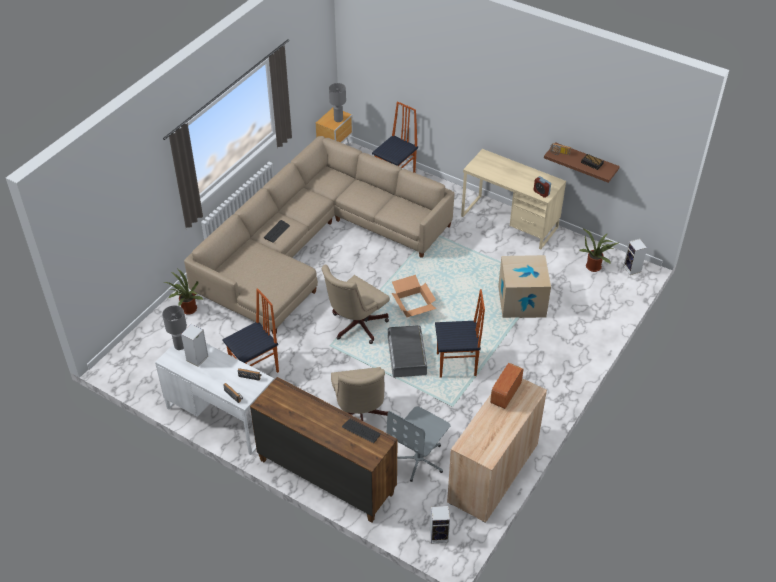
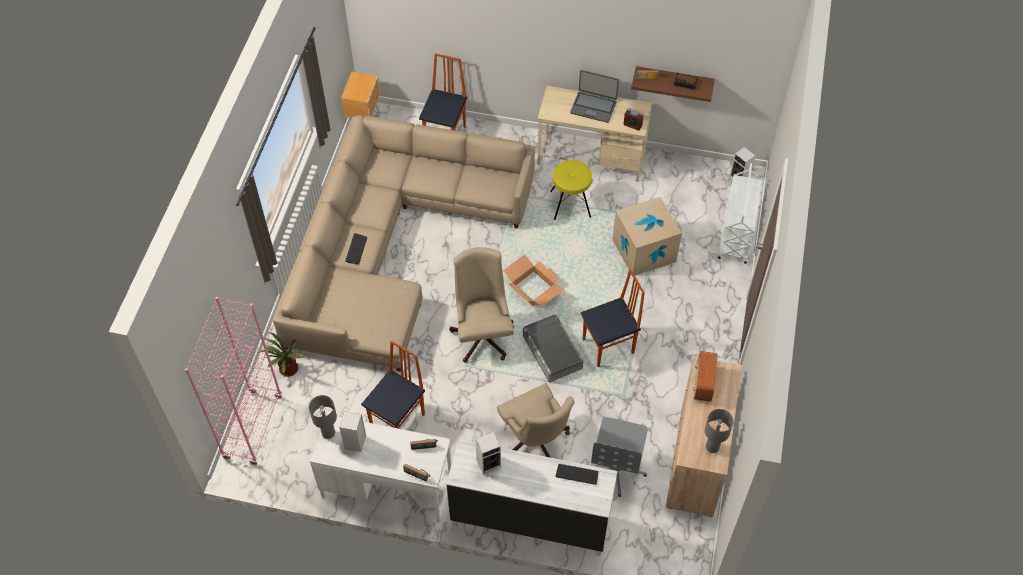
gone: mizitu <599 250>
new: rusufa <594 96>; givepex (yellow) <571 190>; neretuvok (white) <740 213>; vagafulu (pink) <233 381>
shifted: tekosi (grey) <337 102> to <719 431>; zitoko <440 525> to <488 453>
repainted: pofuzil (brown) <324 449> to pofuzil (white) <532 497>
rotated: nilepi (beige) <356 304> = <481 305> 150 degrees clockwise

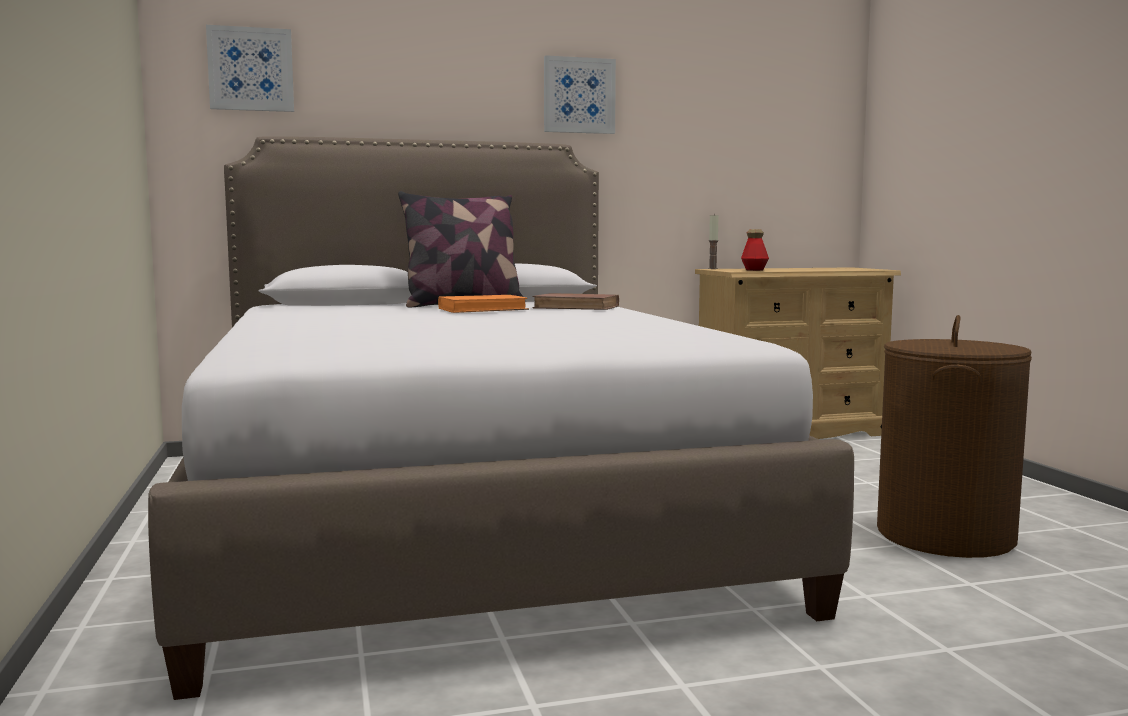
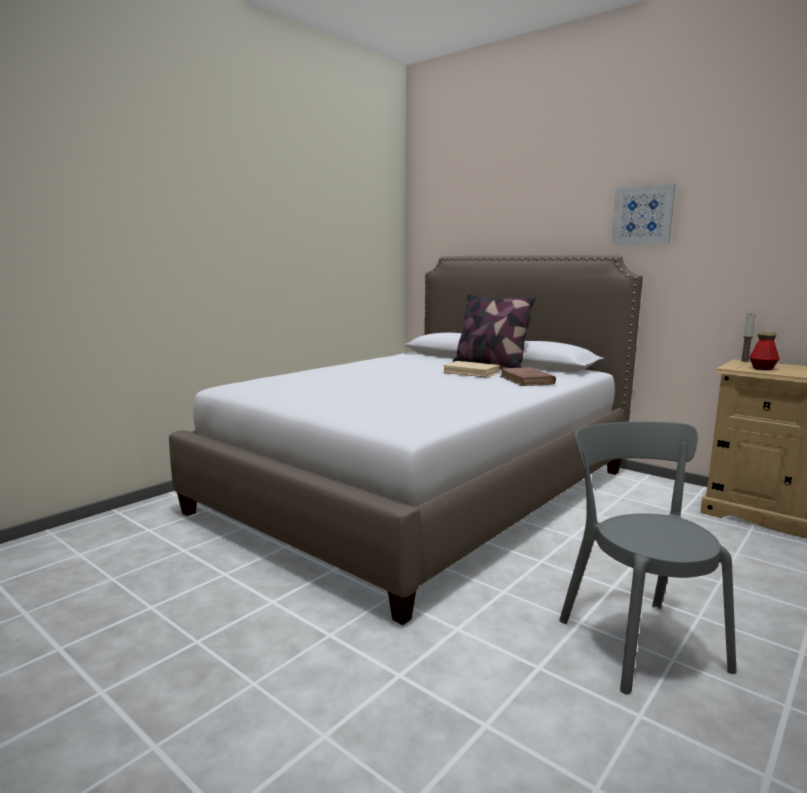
gone: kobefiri <250 68>
swapped: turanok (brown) <954 436> to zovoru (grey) <647 558>
repainted: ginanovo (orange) <483 304> to ginanovo (beige) <471 369>

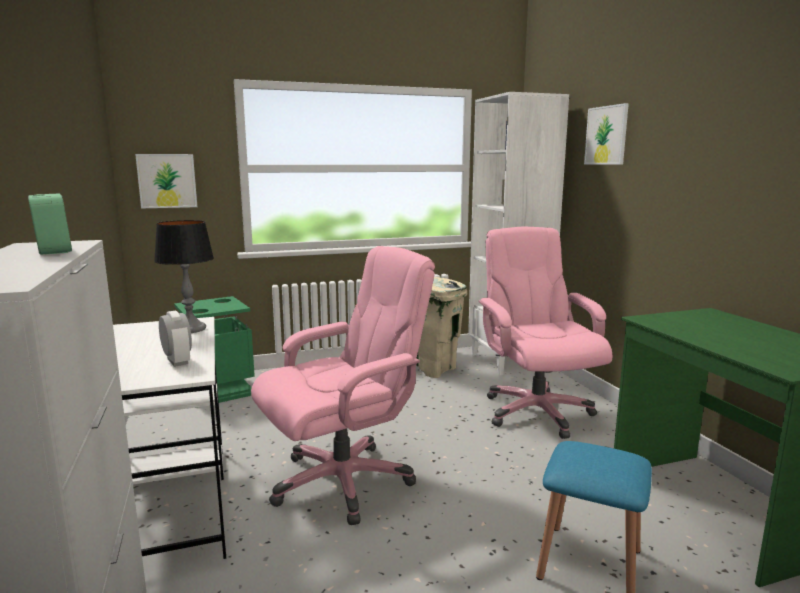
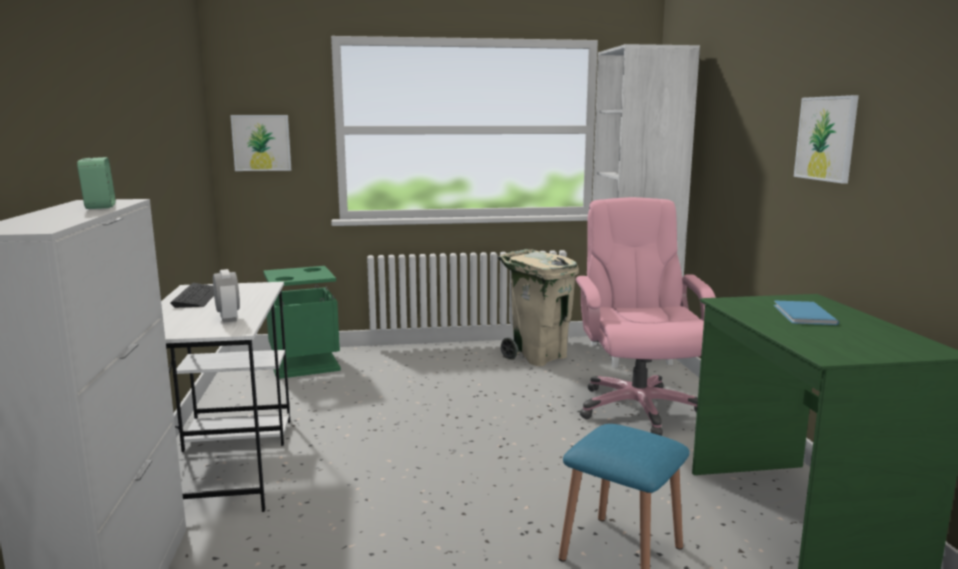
gone: tekosi <184 276>; nilepi (pink) <343 385>
new: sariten <192 295>; ginanovo (blue) <806 313>
shifted: kobefiri <606 134> to <826 139>

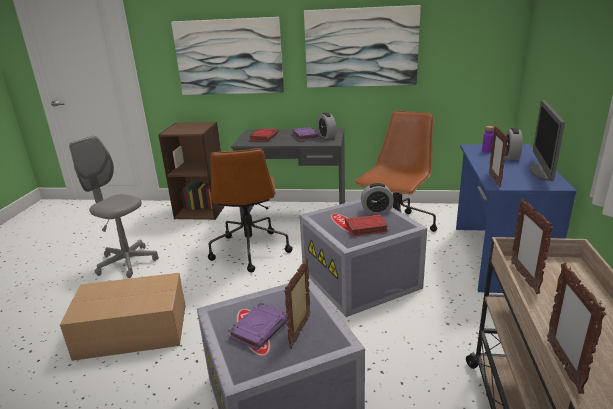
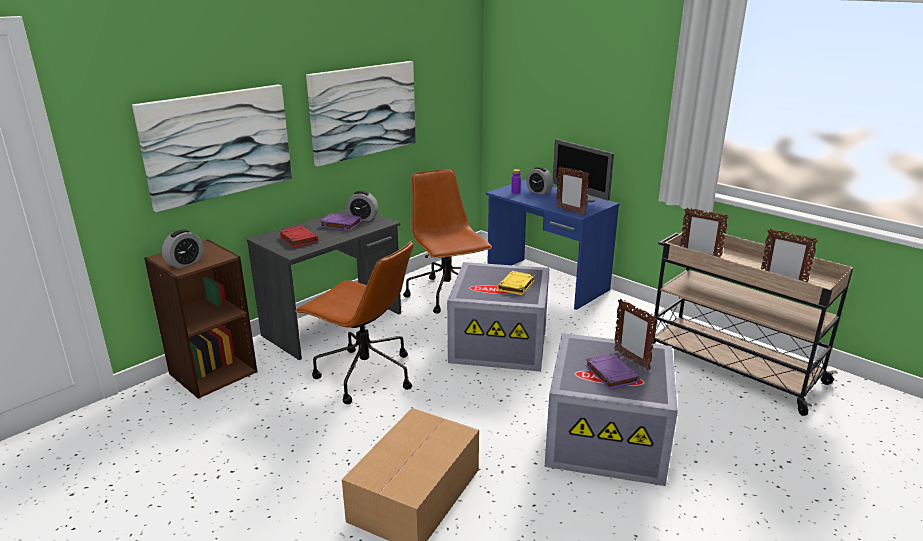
gone: nilepi (grey) <114 207>
shifted: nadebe <377 198> to <182 249>
repainted: ginanovo (red) <367 225> to ginanovo (yellow) <516 283>

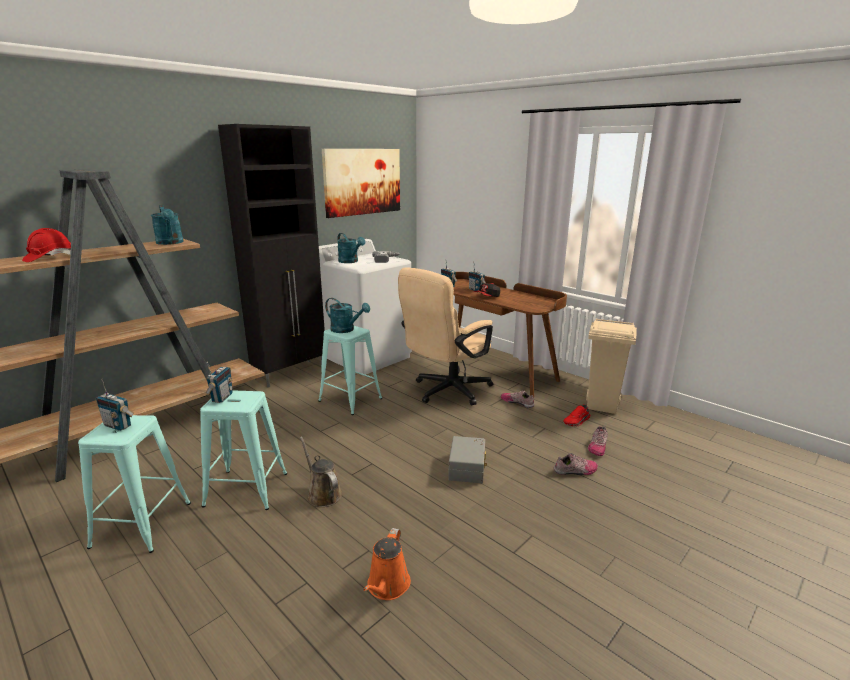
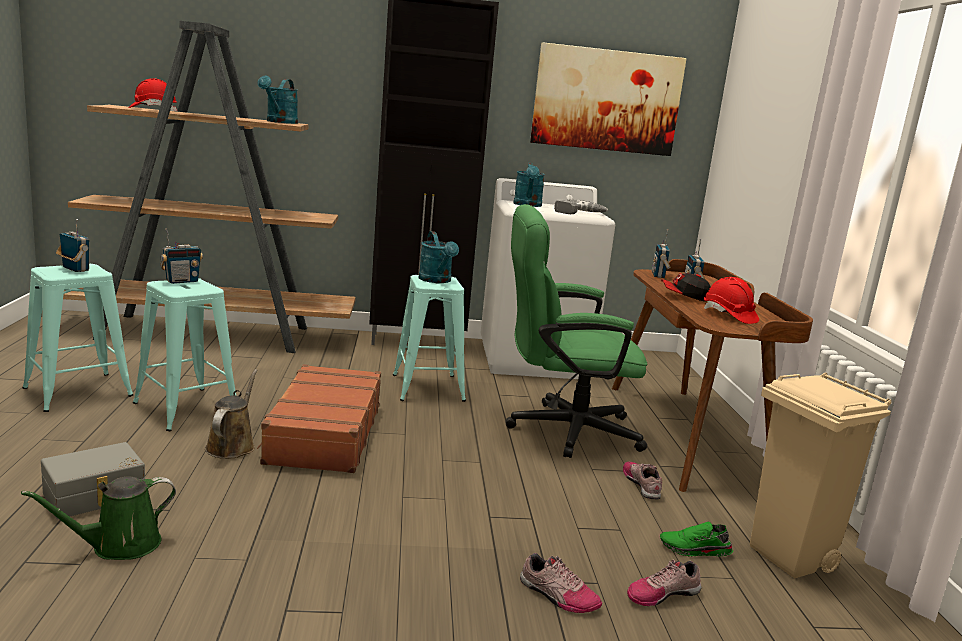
new: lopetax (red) <731 300>; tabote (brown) <319 418>
shifted: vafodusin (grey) <467 459> to <93 480>
repainted: nilepi (beige) <445 336> to nilepi (green) <576 331>; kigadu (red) <576 415> to kigadu (green) <696 539>; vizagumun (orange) <387 564> to vizagumun (green) <98 518>
rotated: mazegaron <115 404> = <72 245> 150 degrees clockwise

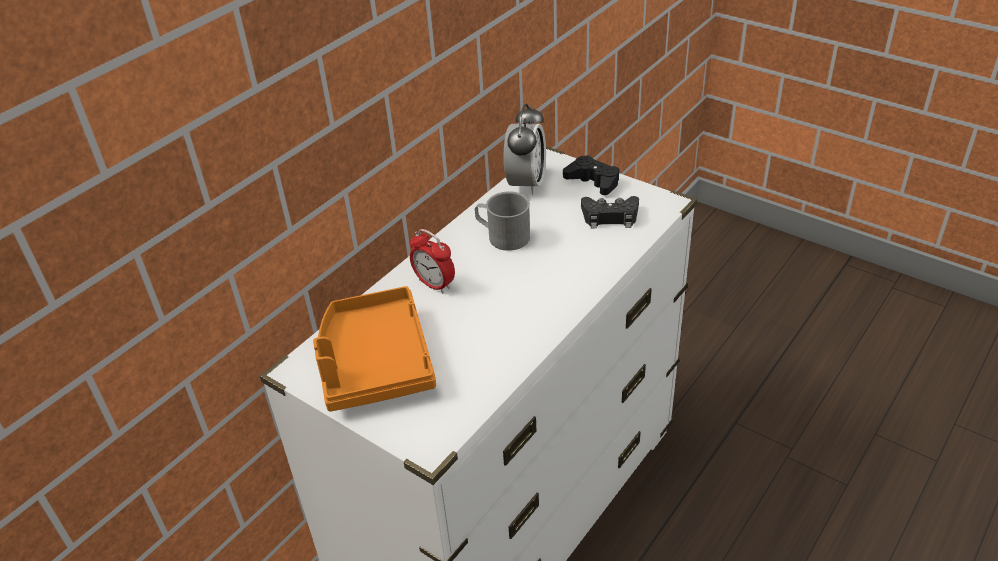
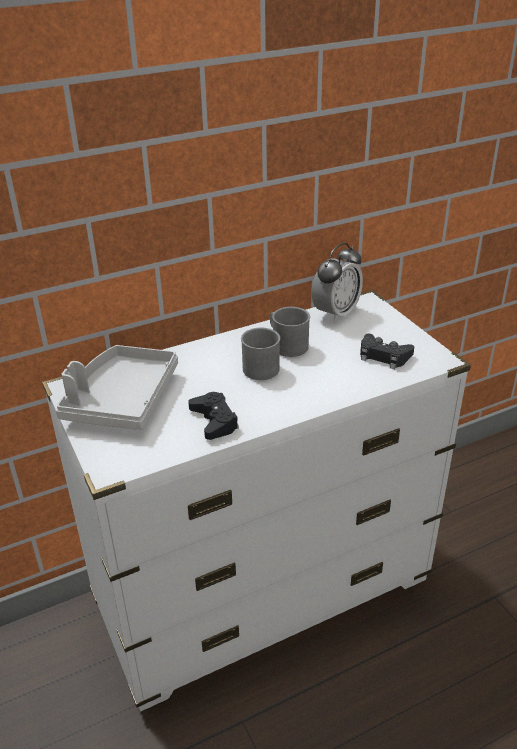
gone: nadebe <432 261>
new: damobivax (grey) <260 354>
shifted: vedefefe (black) <591 175> to <213 416>
repainted: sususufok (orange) <374 349> to sususufok (grey) <117 387>

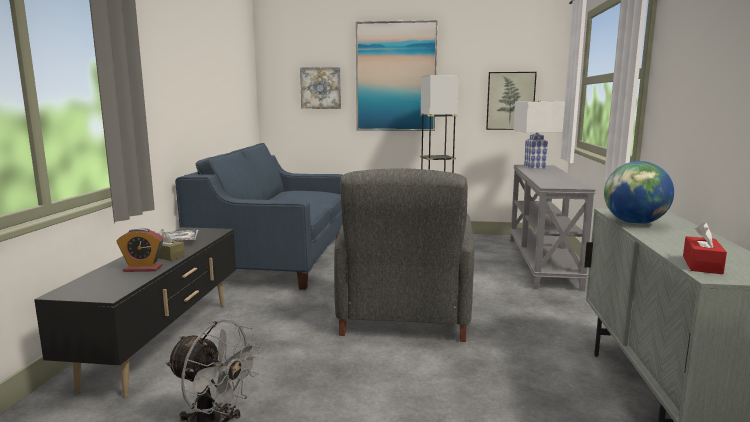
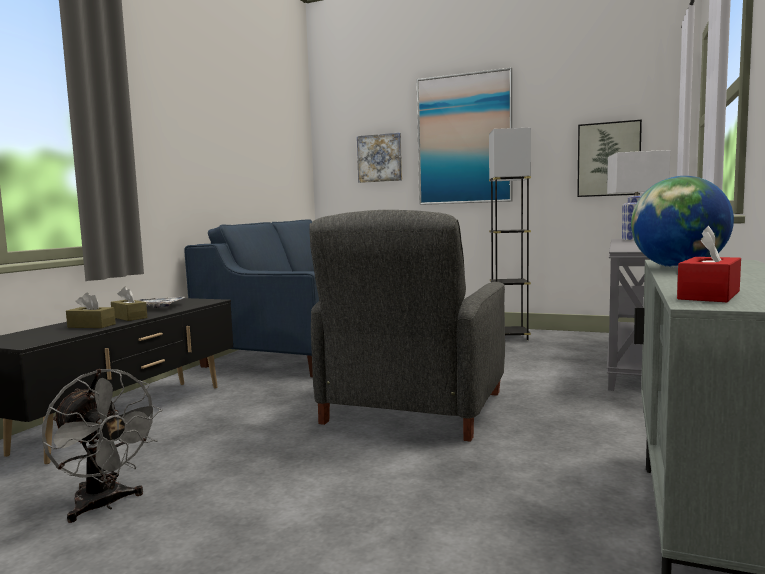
swapped: nadebe <140 250> to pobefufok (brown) <91 310>

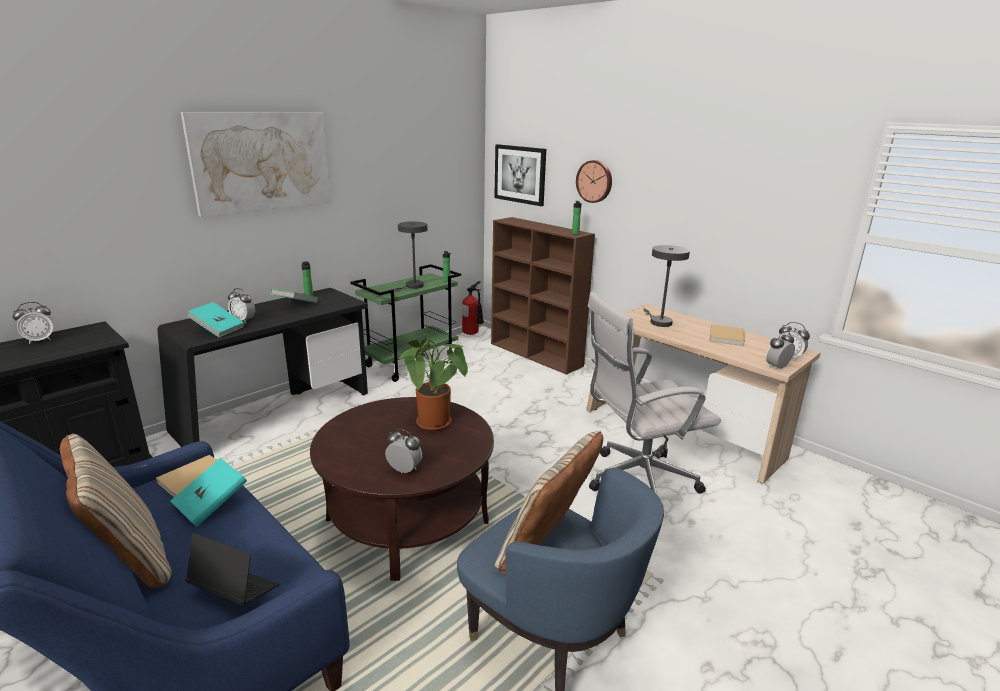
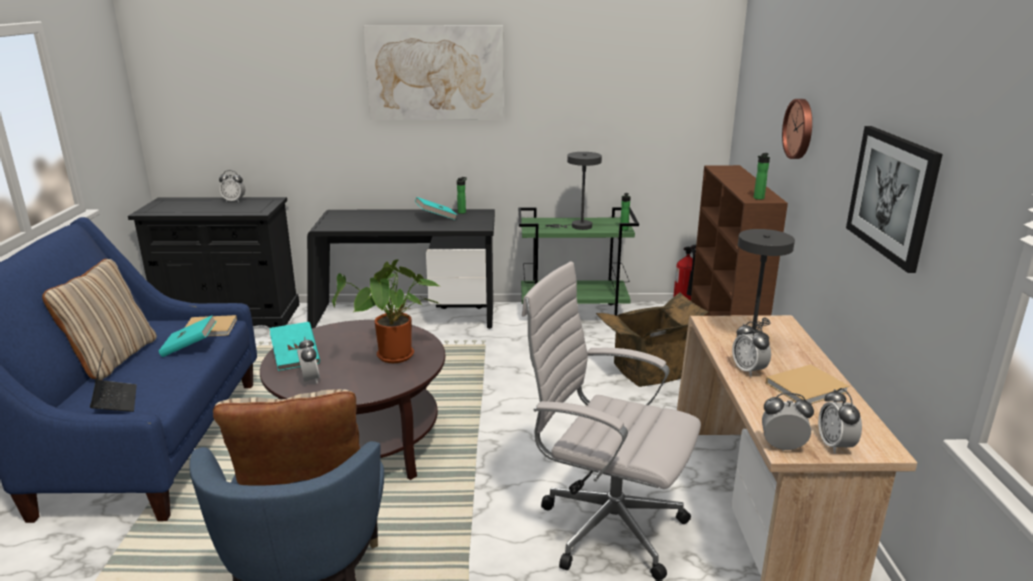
new: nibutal <652 339>
shifted: kobefiri <520 175> to <894 199>; nadebe <241 305> to <751 349>; ginanovo (turquoise) <216 319> to <294 346>

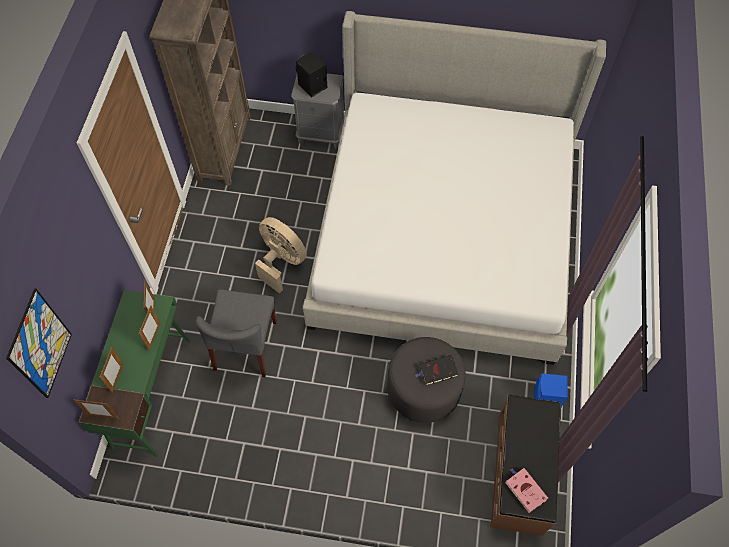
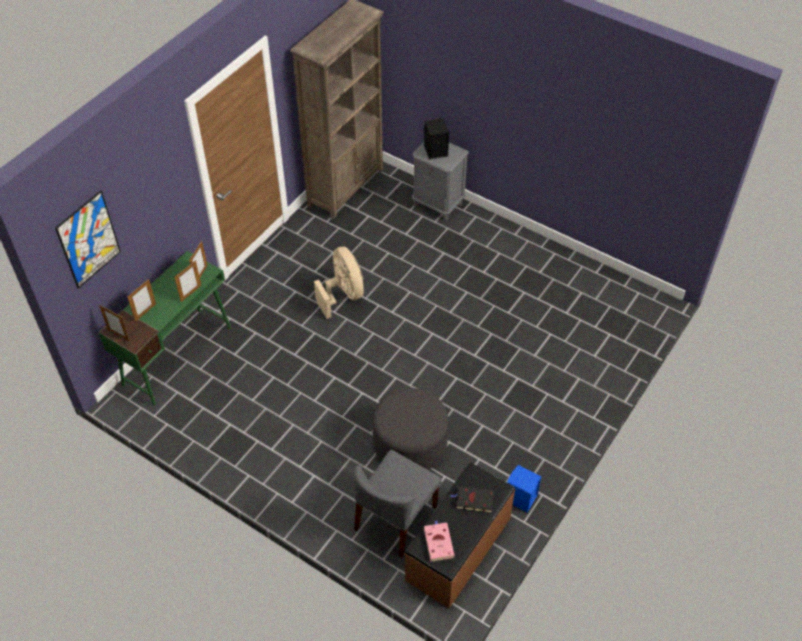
gone: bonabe <454 188>
shifted: zovoru (grey) <236 333> to <397 504>; ginanovo (black) <437 370> to <472 499>

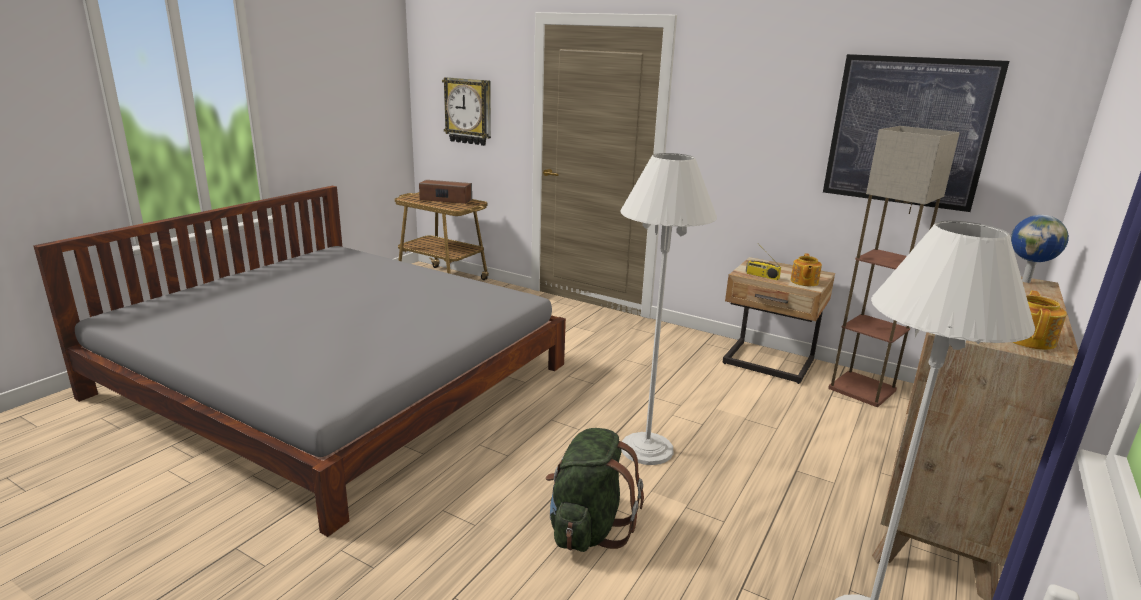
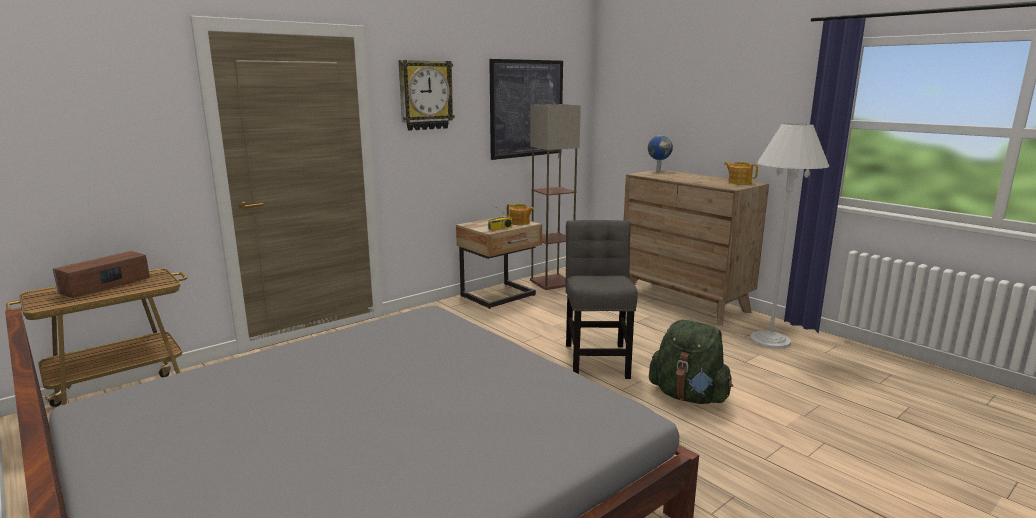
shifted: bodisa <466 111> to <427 95>
swapped: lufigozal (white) <668 309> to zovoru (grey) <602 299>

